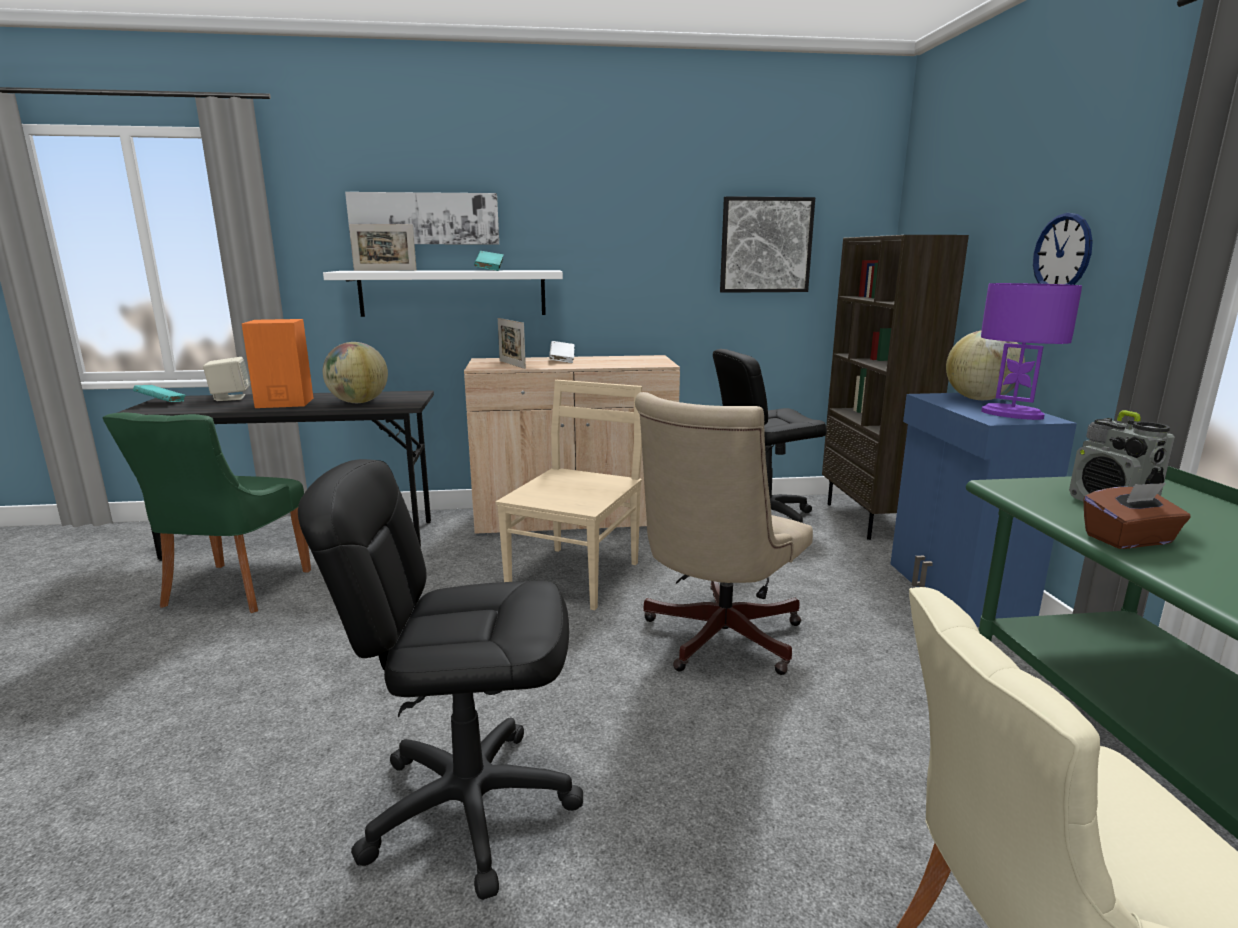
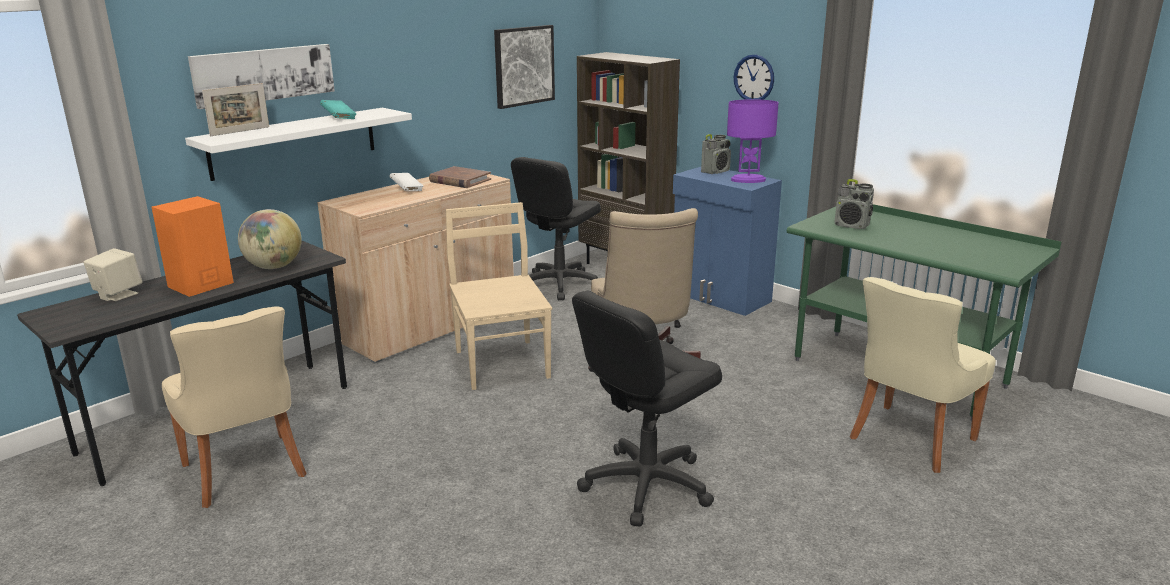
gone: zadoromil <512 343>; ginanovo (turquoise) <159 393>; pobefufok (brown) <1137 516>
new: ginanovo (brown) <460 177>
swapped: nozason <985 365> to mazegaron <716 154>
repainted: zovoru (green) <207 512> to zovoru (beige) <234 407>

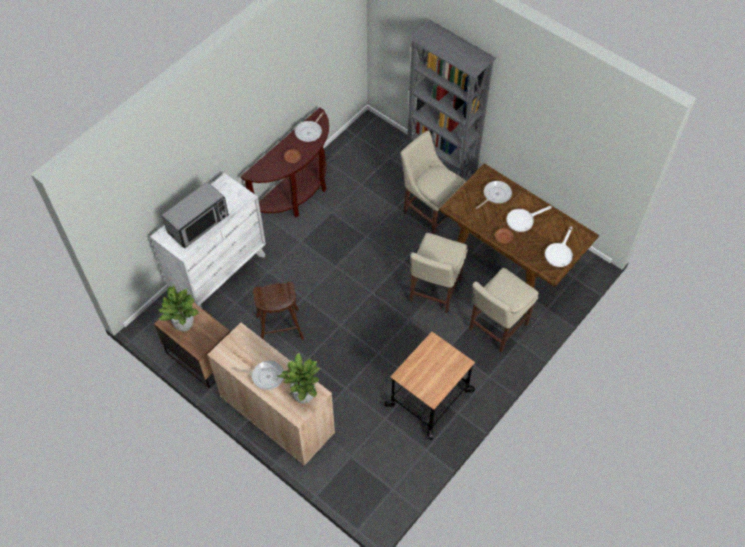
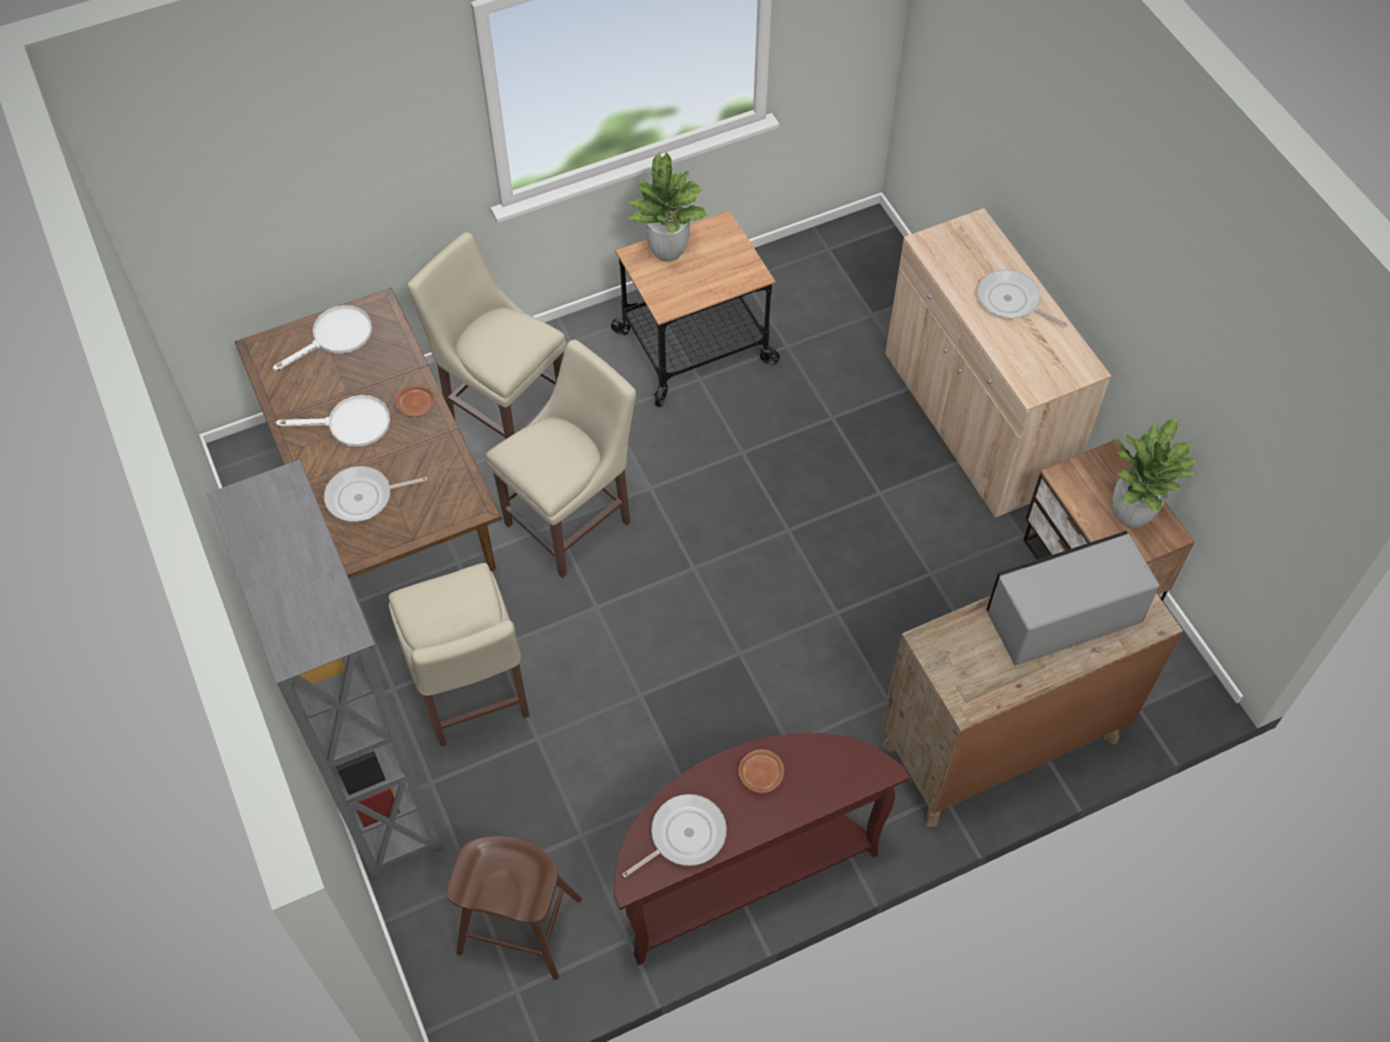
shifted: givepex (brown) <278 310> to <514 908>; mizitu <298 378> to <666 206>
repainted: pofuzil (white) <208 240> to pofuzil (brown) <1032 710>
rotated: zovoru (beige) <504 310> = <486 335> 120 degrees counterclockwise

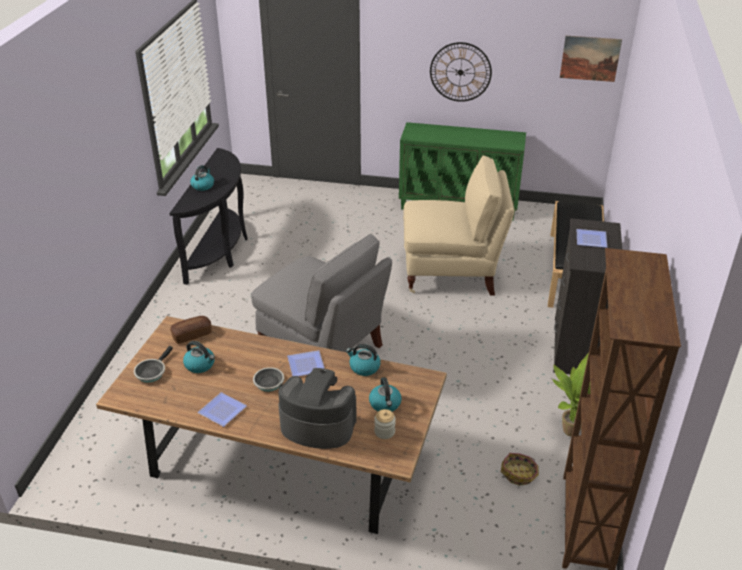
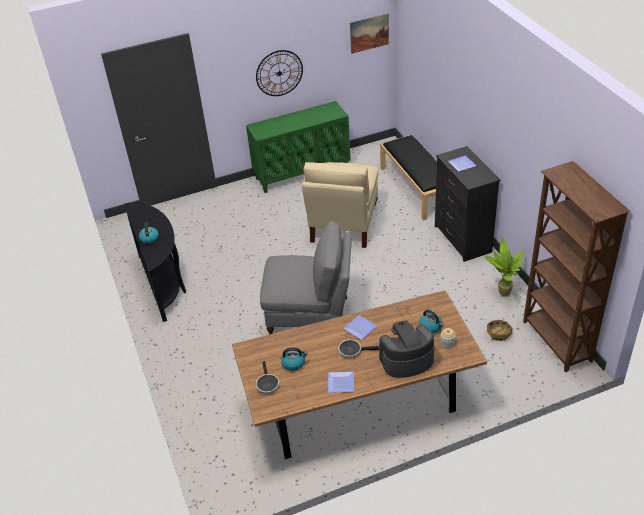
gone: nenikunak <191 330>; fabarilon <363 360>
rotated: zovoru (beige) <458 226> = <340 205> 135 degrees clockwise

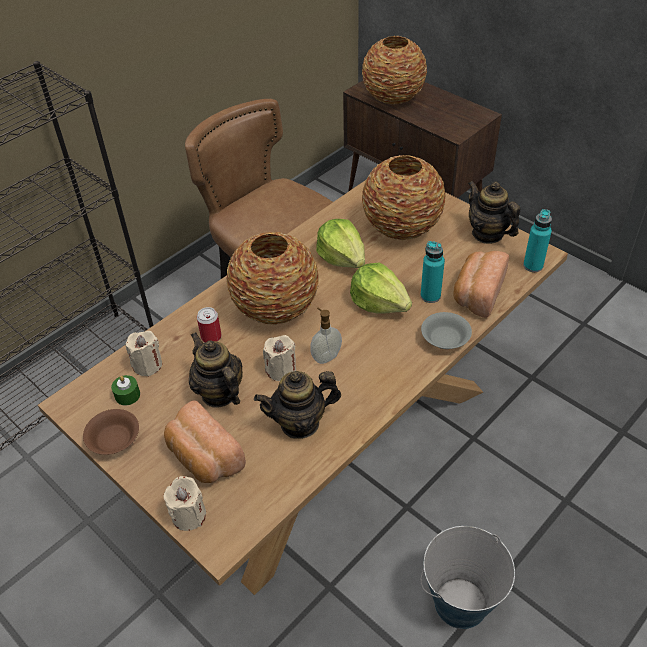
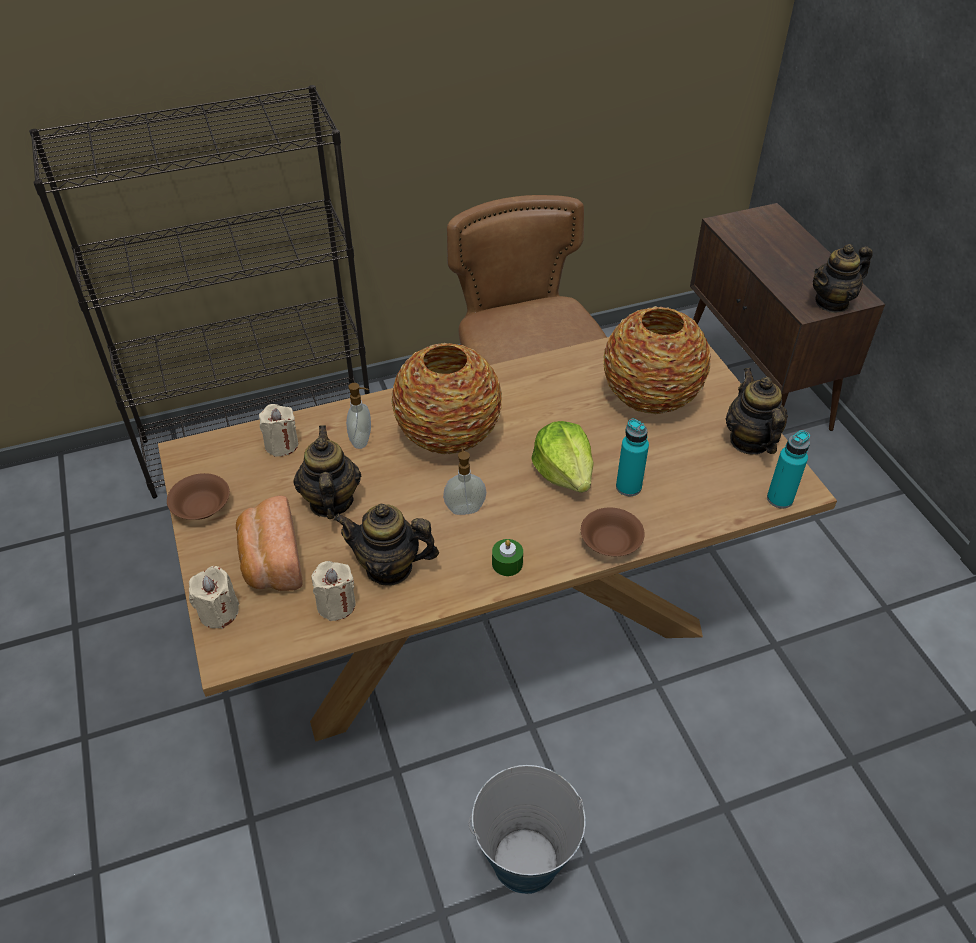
gone: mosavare <394 70>; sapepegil <340 243>; nenikunak <481 284>
new: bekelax <843 278>
shifted: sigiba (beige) <279 358> to <333 591>; sigiba (green) <125 390> to <507 557>
swapped: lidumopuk <209 324> to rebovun <358 416>
repainted: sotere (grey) <446 330> to sotere (brown) <613 532>

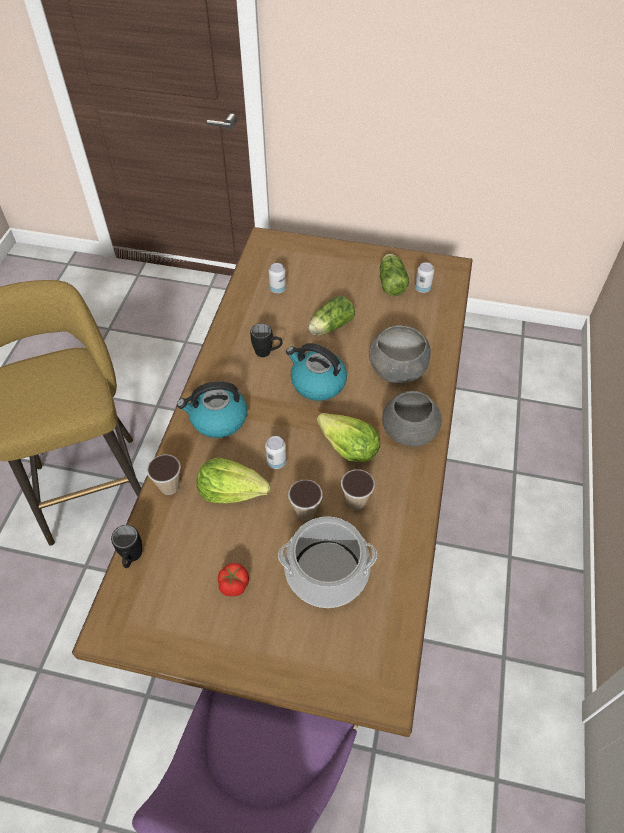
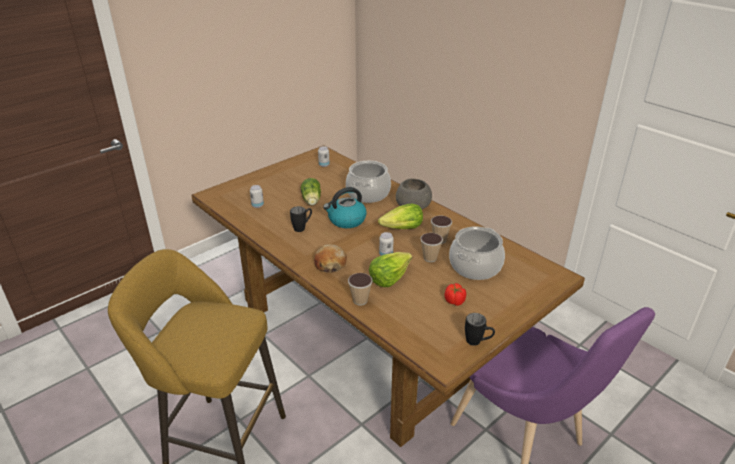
gone: sapepegil <394 275>
shifted: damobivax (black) <126 546> to <480 329>
swapped: sotere (grey) <400 354> to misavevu <368 182>; fabarilon <212 409> to nenikunak <330 258>

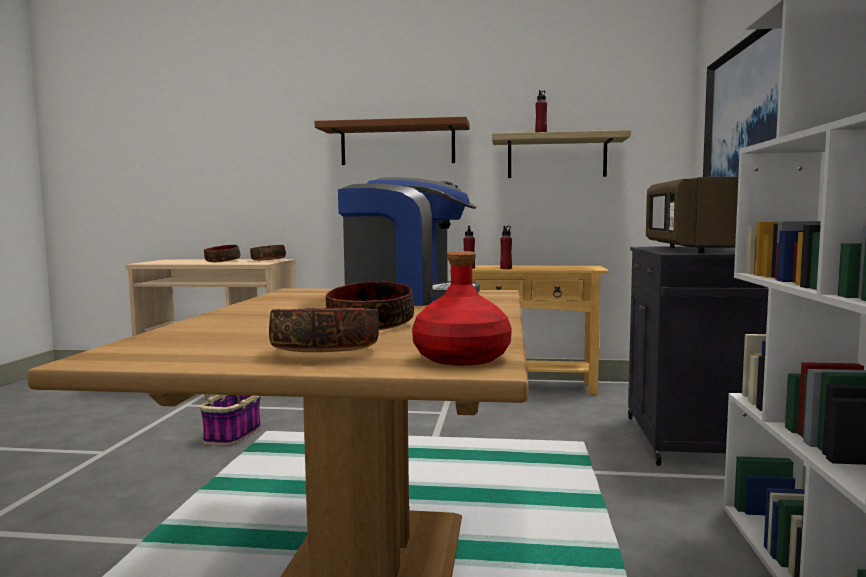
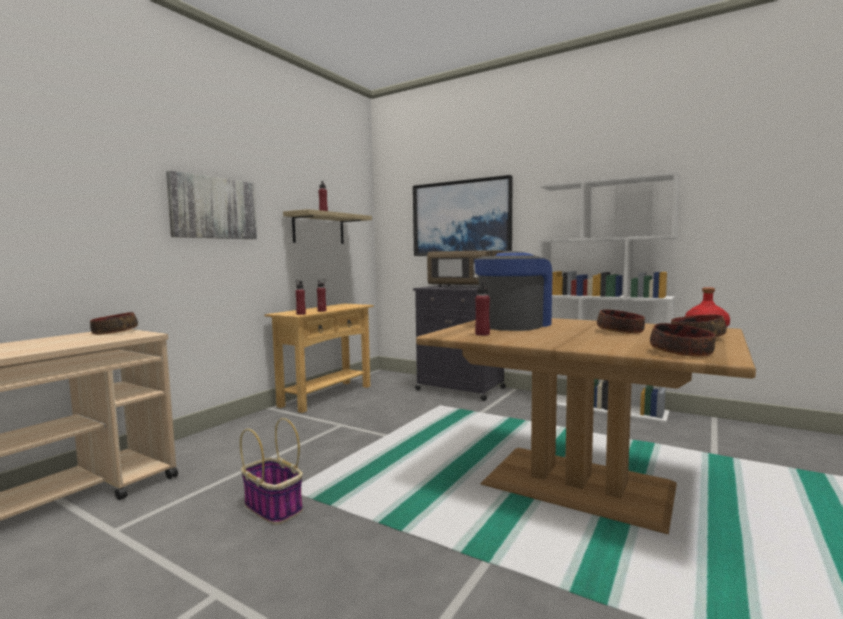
new: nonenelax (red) <482 308>
shifted: sotere <222 253> to <683 340>
swapped: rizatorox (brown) <392 141> to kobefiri <211 205>

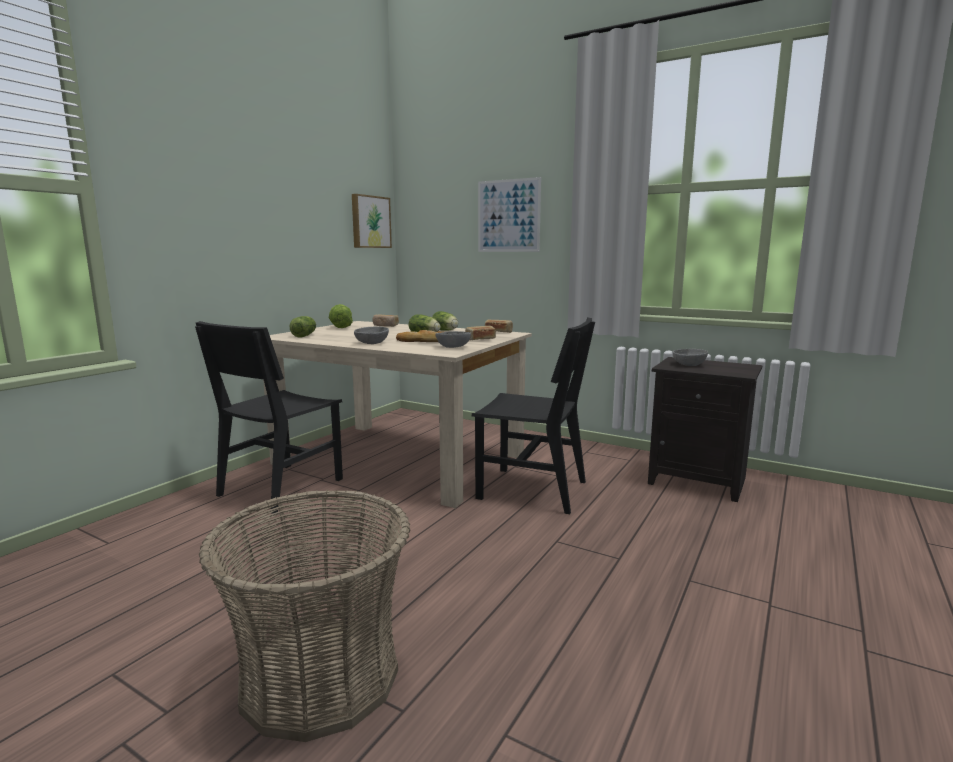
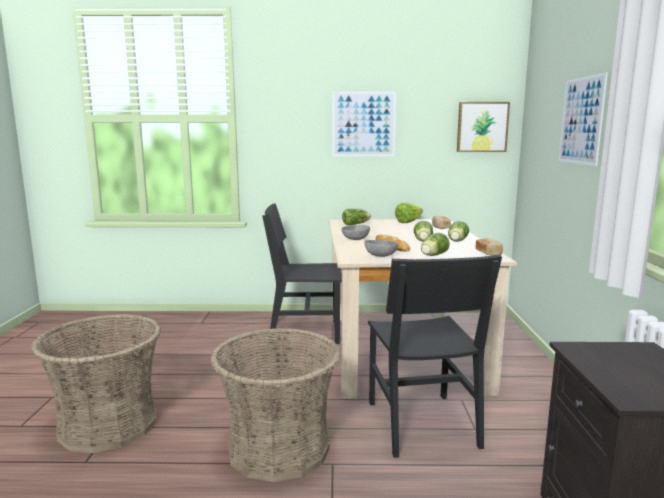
gone: sotere (grey) <690 357>
new: kobefiri <364 124>; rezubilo <276 405>
swapped: nenikunak <480 333> to sapepegil <435 244>

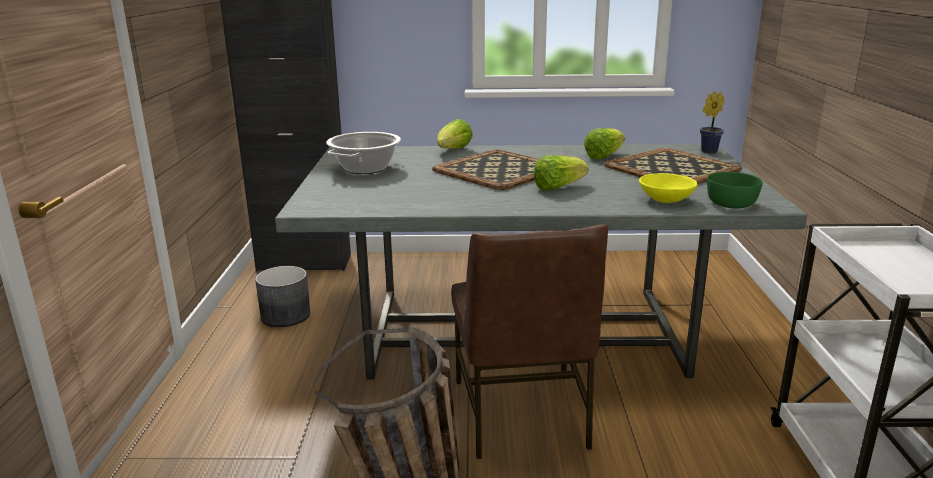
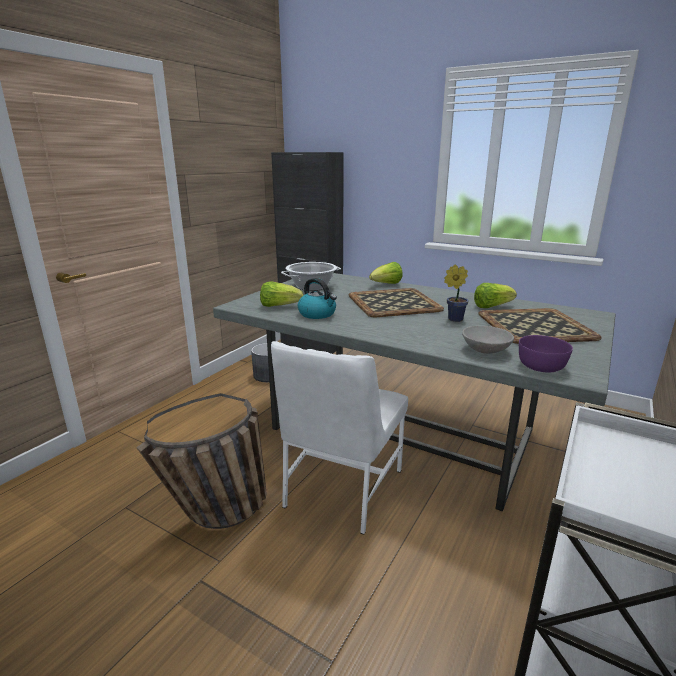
new: fabarilon <317 298>
shifted: mizitu <712 122> to <456 293>; sapepegil <561 173> to <281 294>
repainted: sotere (green) <735 190> to sotere (purple) <546 353>; sotere (yellow) <668 188> to sotere (grey) <488 340>; zovoru (brown) <529 341> to zovoru (white) <339 438>

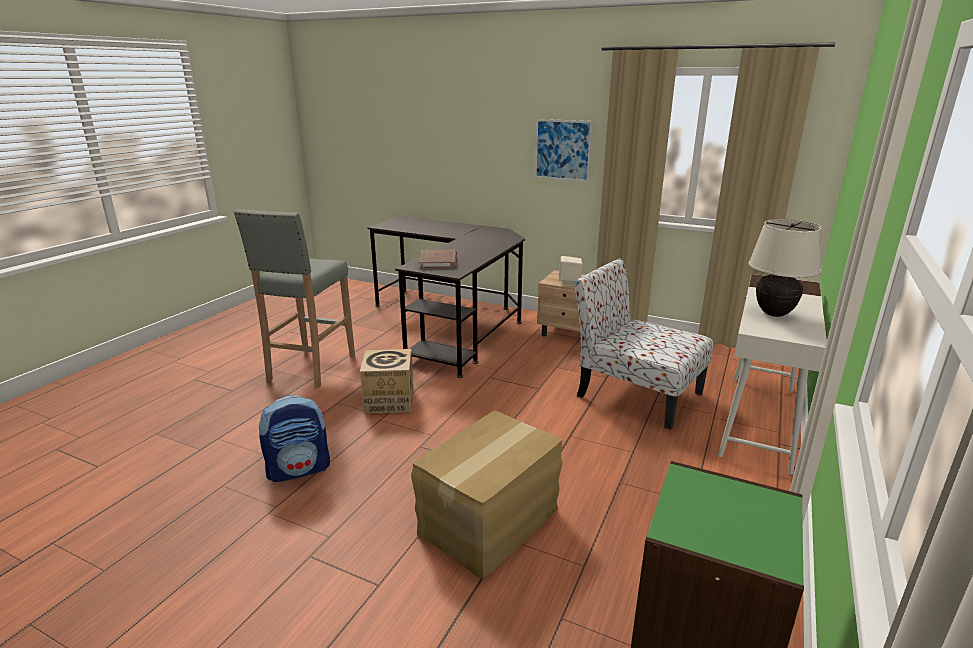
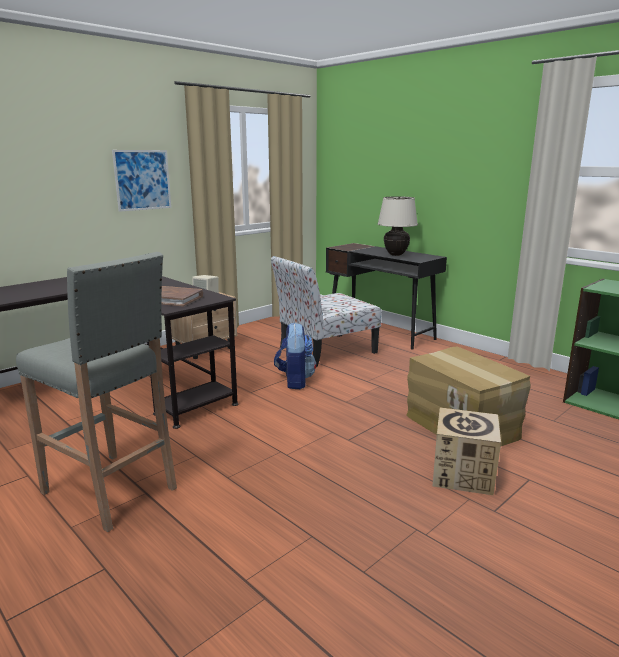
shifted: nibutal <387 381> to <467 451>; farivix <294 438> to <295 355>
repainted: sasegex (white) <772 374> to sasegex (black) <386 296>

